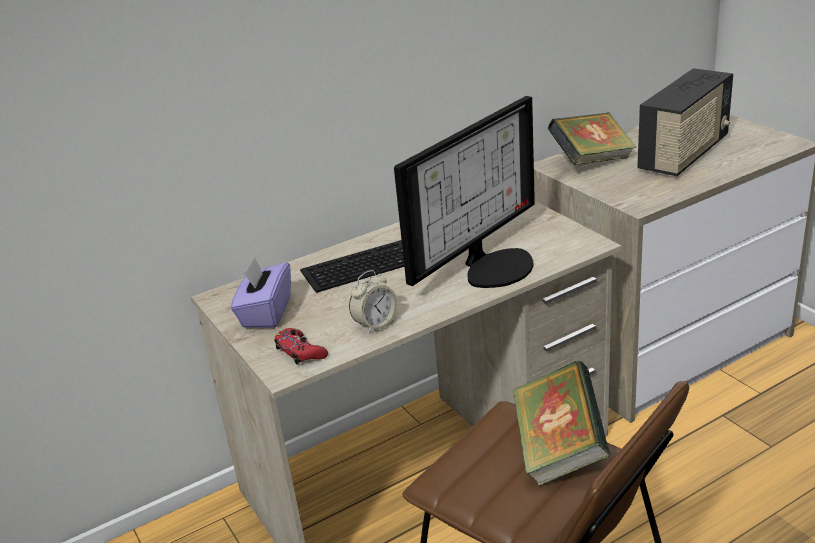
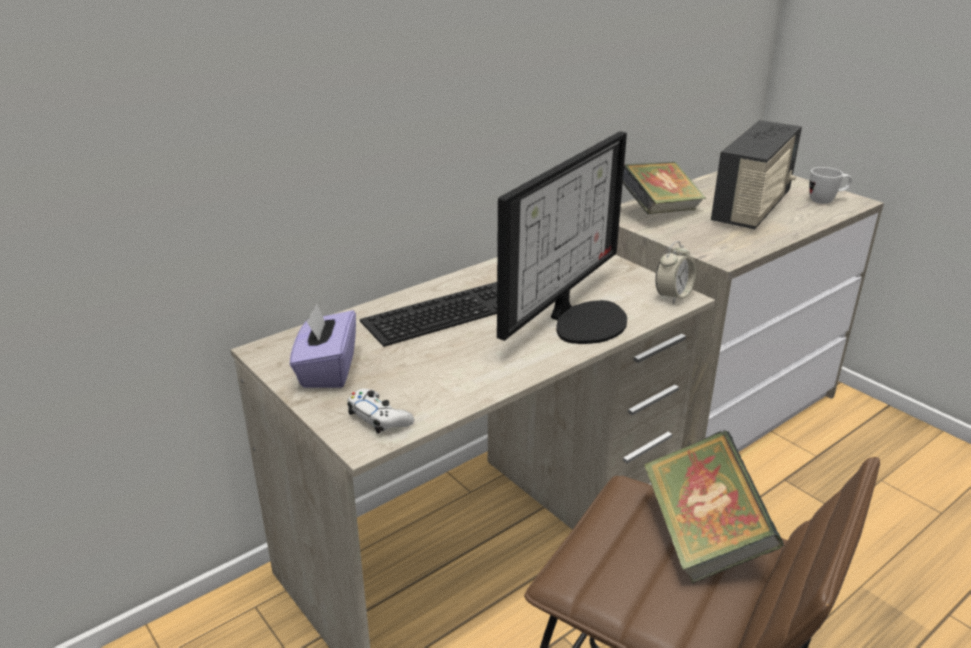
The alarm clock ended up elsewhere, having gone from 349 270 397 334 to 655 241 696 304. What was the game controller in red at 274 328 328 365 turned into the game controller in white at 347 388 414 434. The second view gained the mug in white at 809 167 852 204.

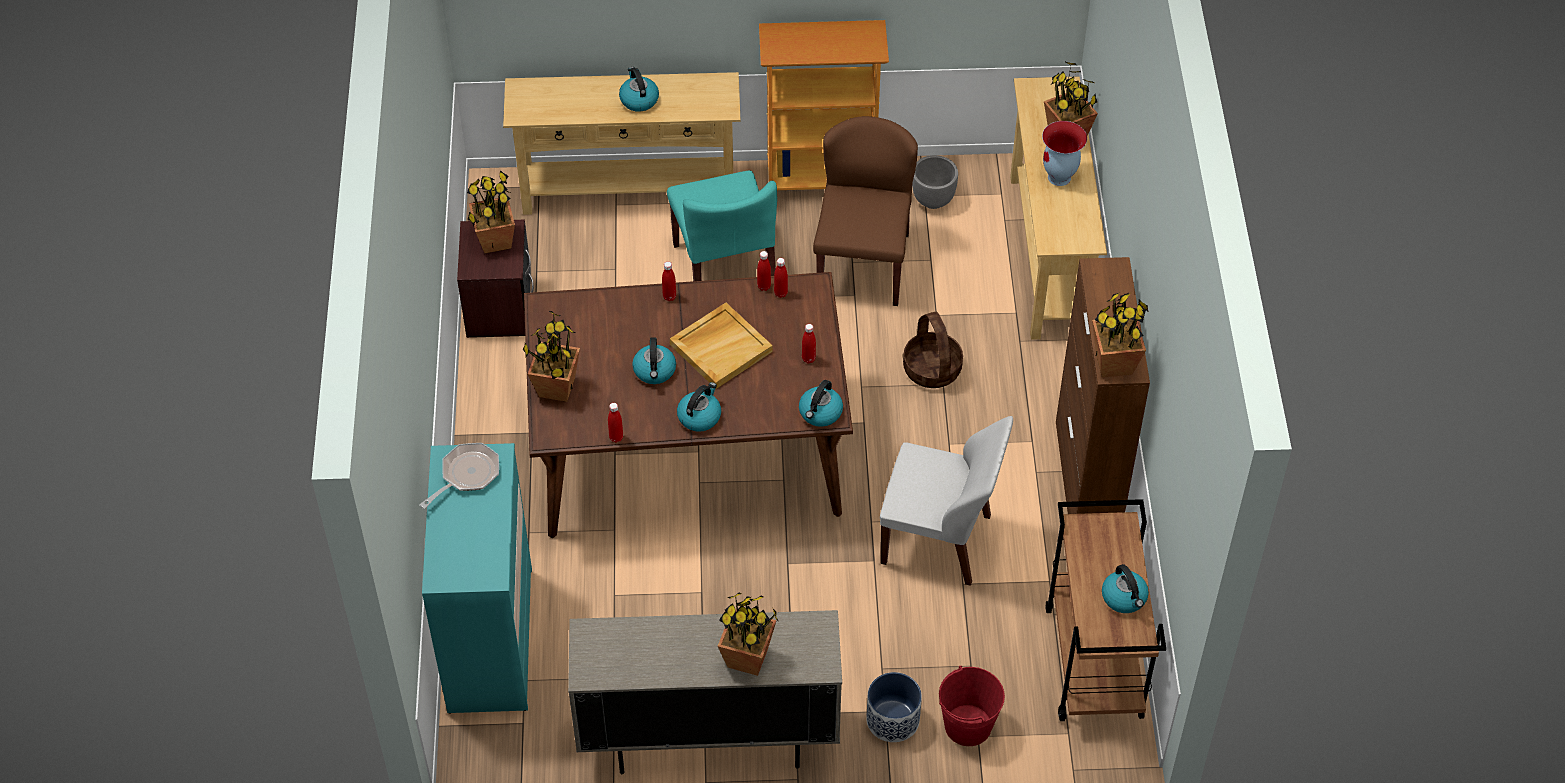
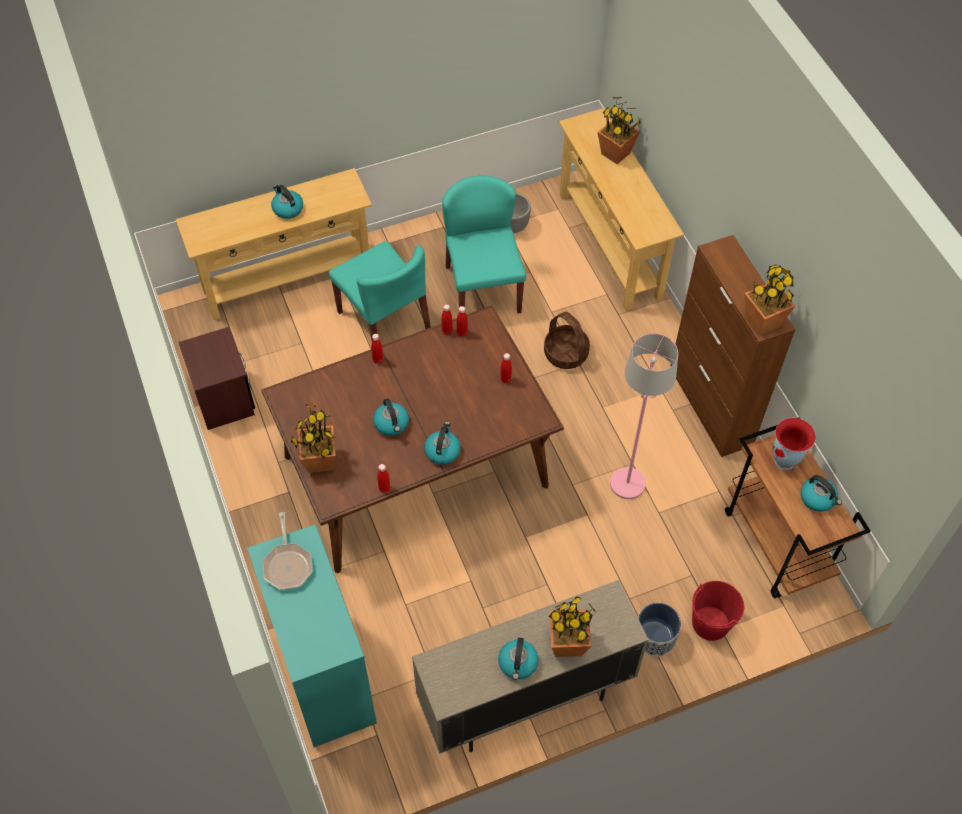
The second view lost the bookcase at 759 20 889 190. What was the chair in brown at 813 116 918 306 turned into the chair in turquoise at 442 176 526 313. The vase ended up elsewhere, having gone from 1042 121 1087 186 to 773 418 816 470. The second view lost the potted plant at 467 170 515 253. The second view lost the tray in beige at 670 303 773 389. The kettle ended up elsewhere, having gone from 799 380 843 427 to 498 637 539 680. Where the chair in white stood at 880 416 1013 586, the floor lamp in pink came to stand at 610 333 678 499. The frying pan at 419 443 499 509 ended up facing another way, 150 degrees clockwise from before.

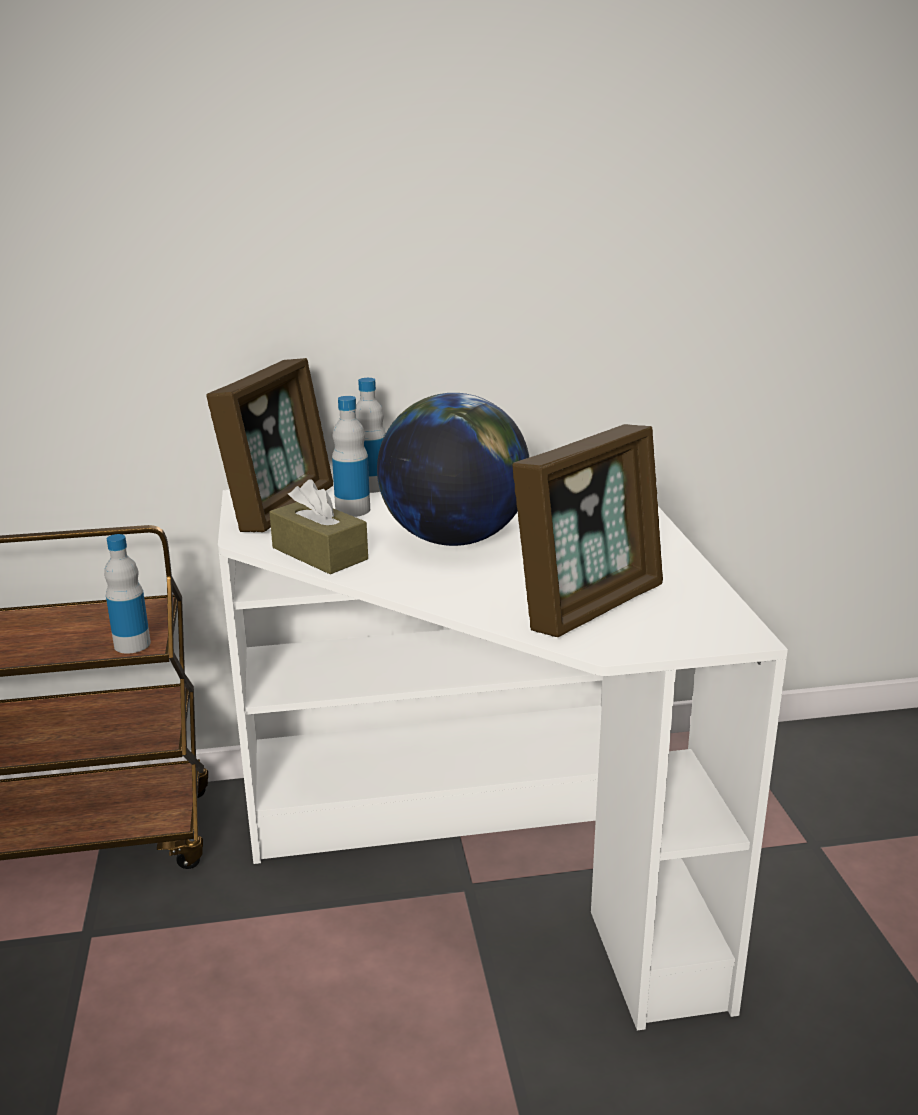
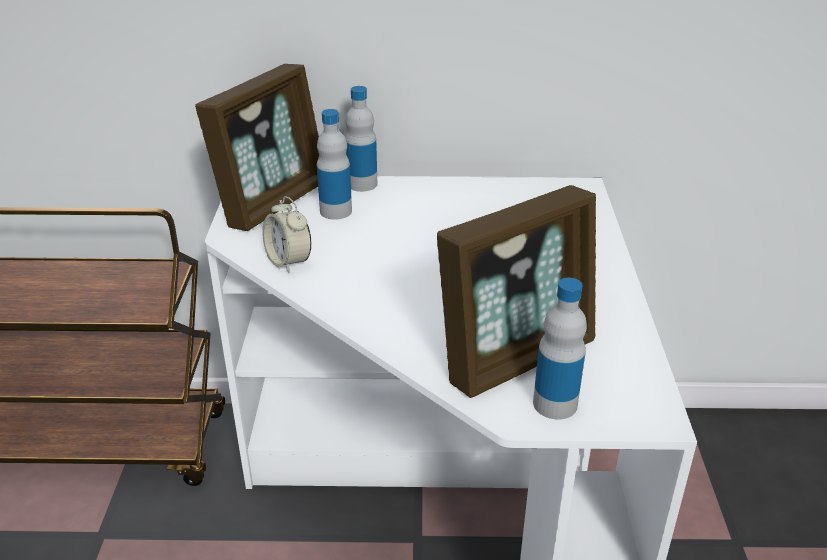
The second view lost the globe at 377 393 529 546. Where the tissue box in brown stood at 269 479 368 574, the alarm clock came to stand at 262 196 311 273. The bottle ended up elsewhere, having gone from 104 534 151 654 to 533 278 587 419.

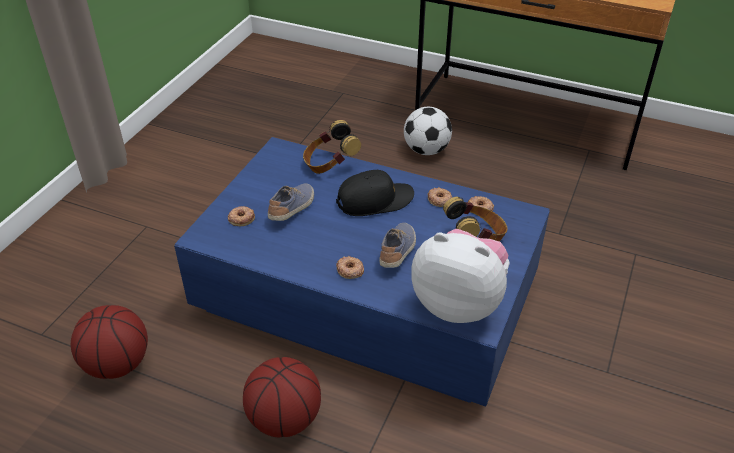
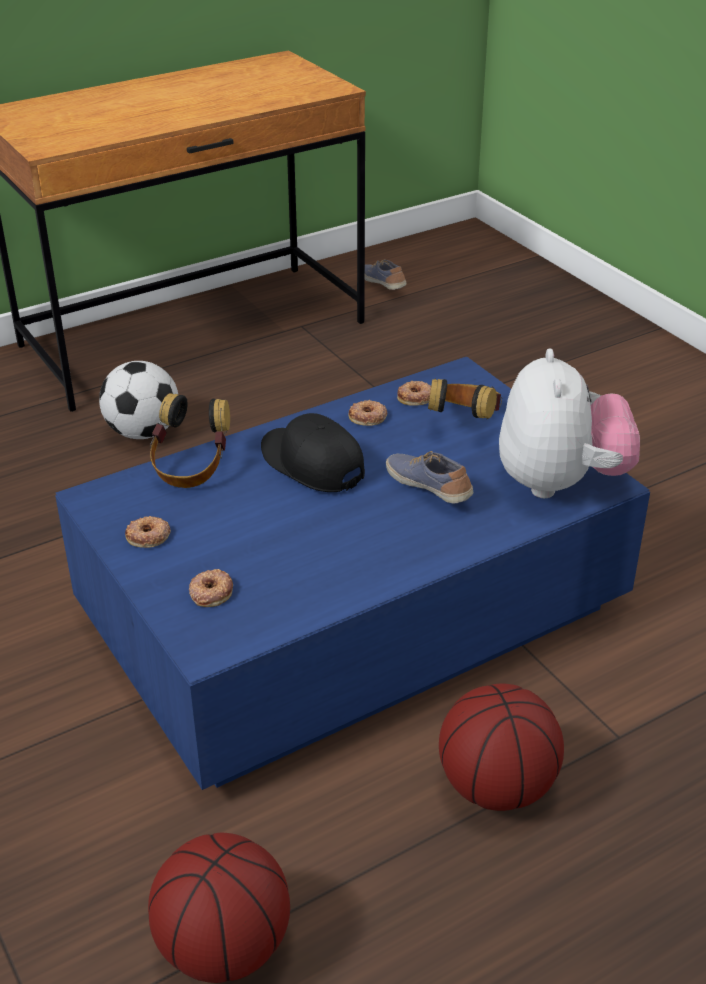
The cap in black at 336 170 414 216 ended up facing another way, 60 degrees counterclockwise from before. The shoe ended up elsewhere, having gone from 268 184 314 221 to 365 259 406 290. The plush toy at 411 229 510 323 ended up facing another way, 120 degrees clockwise from before. The donut ended up elsewhere, having gone from 336 256 364 279 to 125 516 171 548.

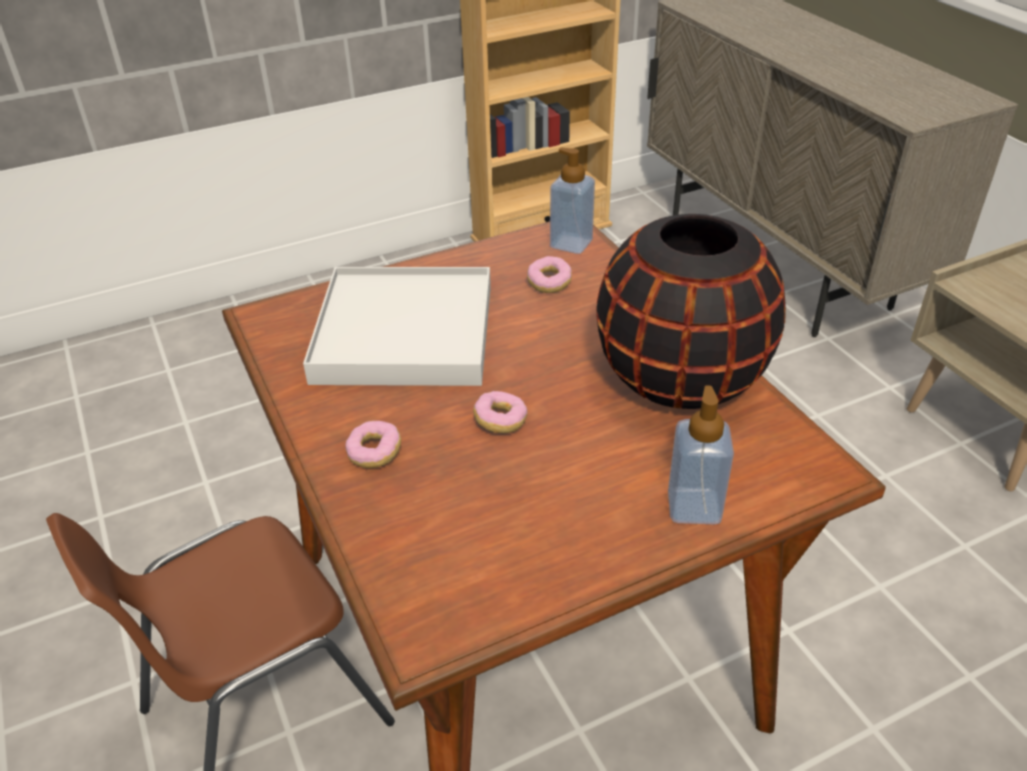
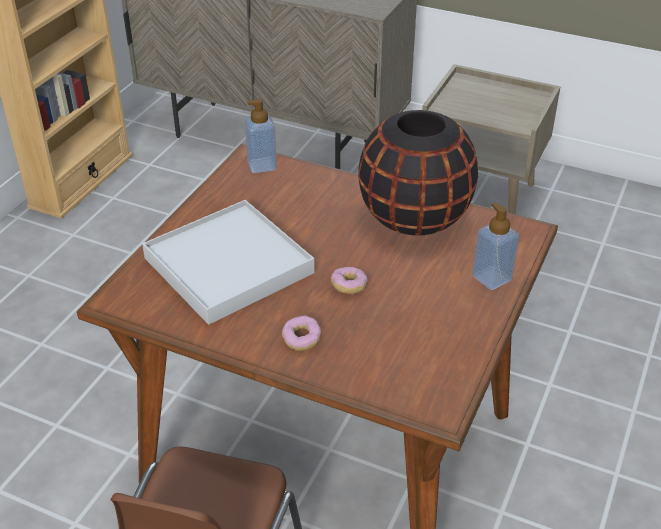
The second view lost the donut at 527 256 572 293.

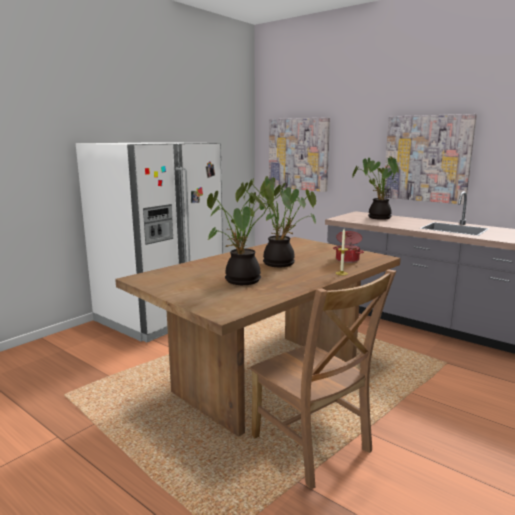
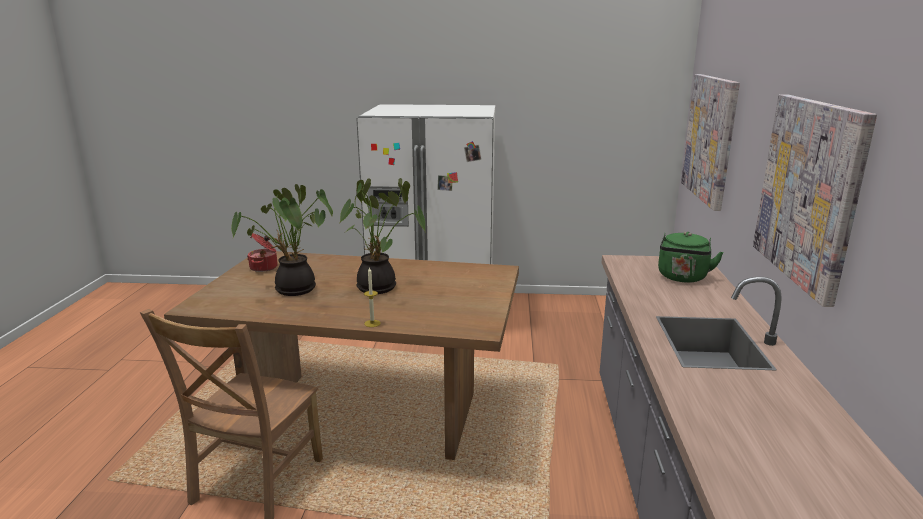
Where the potted plant stood at 352 156 399 220, the kettle in green came to stand at 658 232 724 283. The cooking pot ended up elsewhere, having gone from 333 231 364 263 to 247 233 278 272.

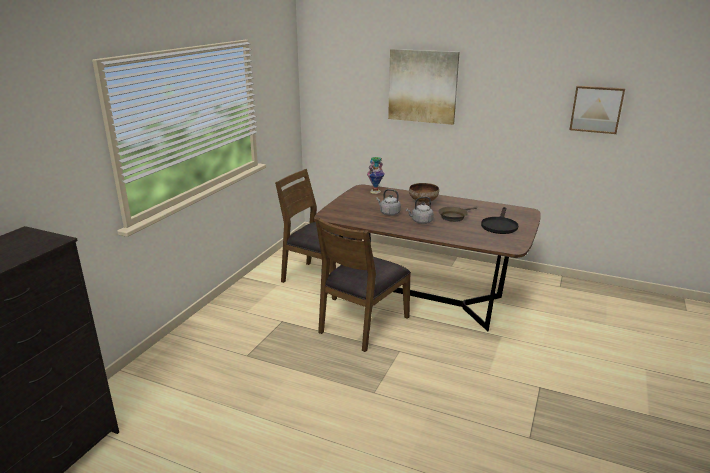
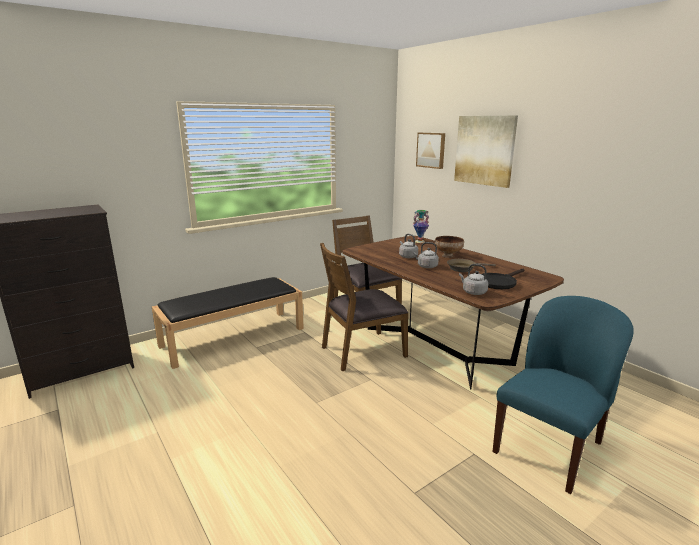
The picture ended up elsewhere, having gone from 569 86 625 134 to 416 133 445 169. The second view gained the kettle in grey at 459 264 488 295. The second view gained the bench in black at 152 277 304 369. The second view gained the chair in blue at 492 296 634 494.

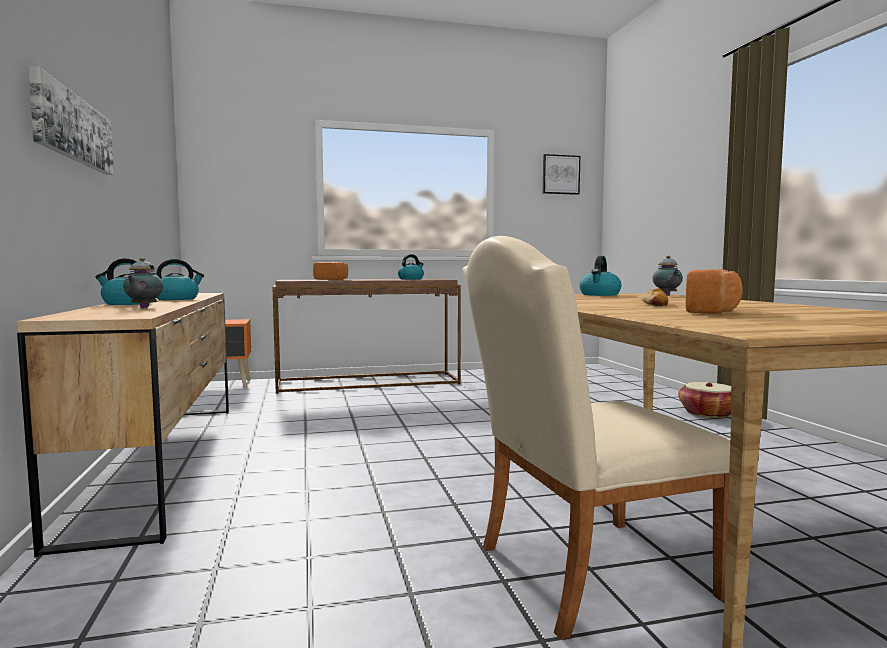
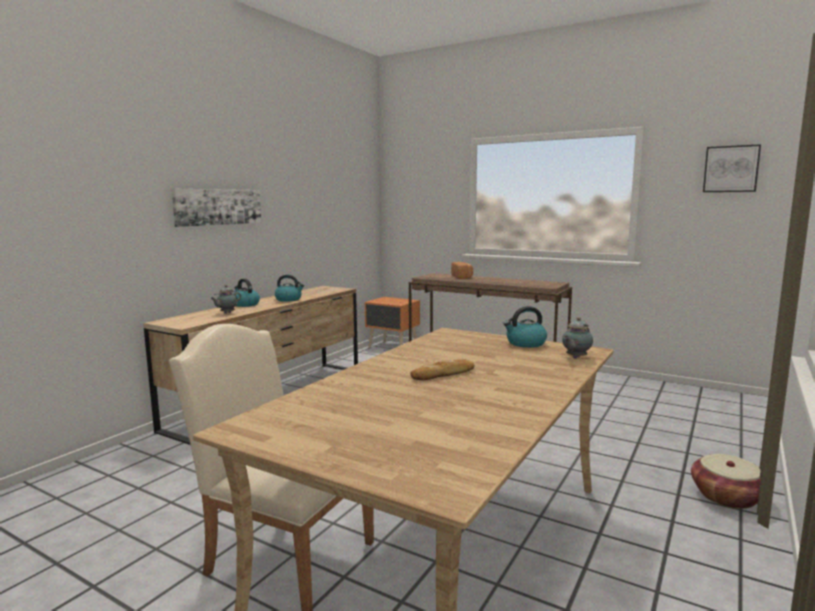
The second view lost the kettle at 398 254 424 280. The second view lost the bread at 685 269 743 314.

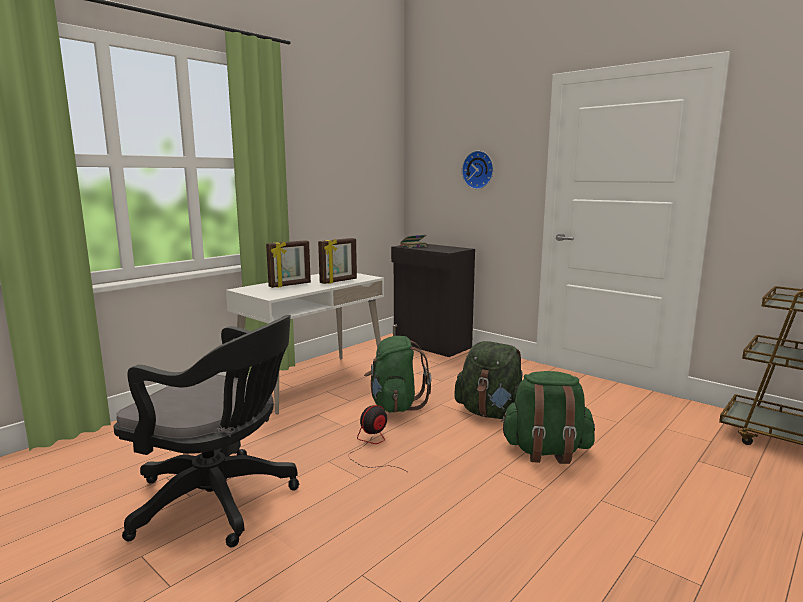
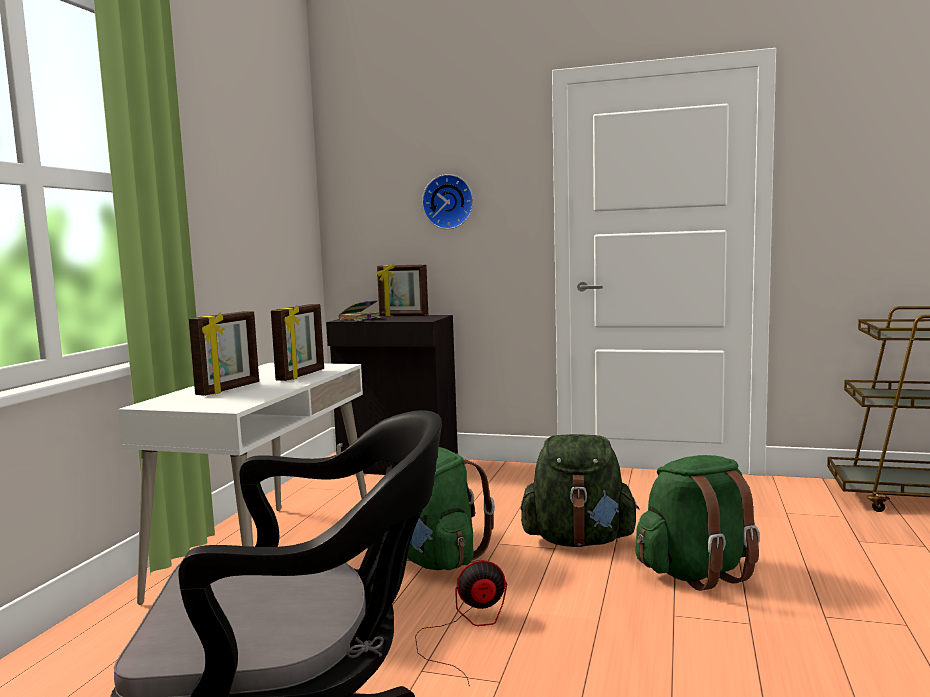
The fan at 348 405 407 472 ended up facing another way, 60 degrees clockwise from before. The second view gained the picture frame at 377 263 428 316.

